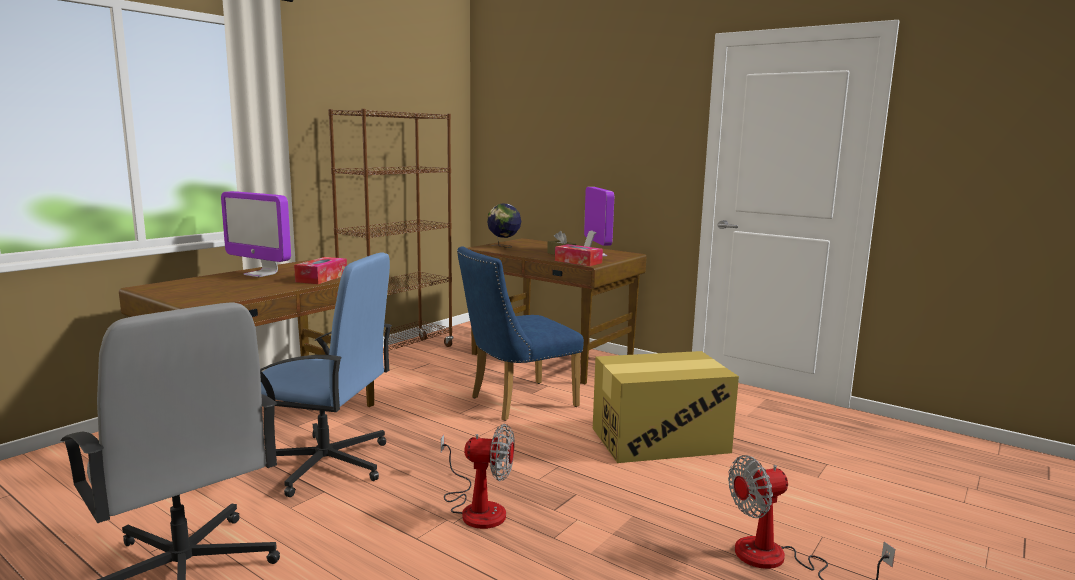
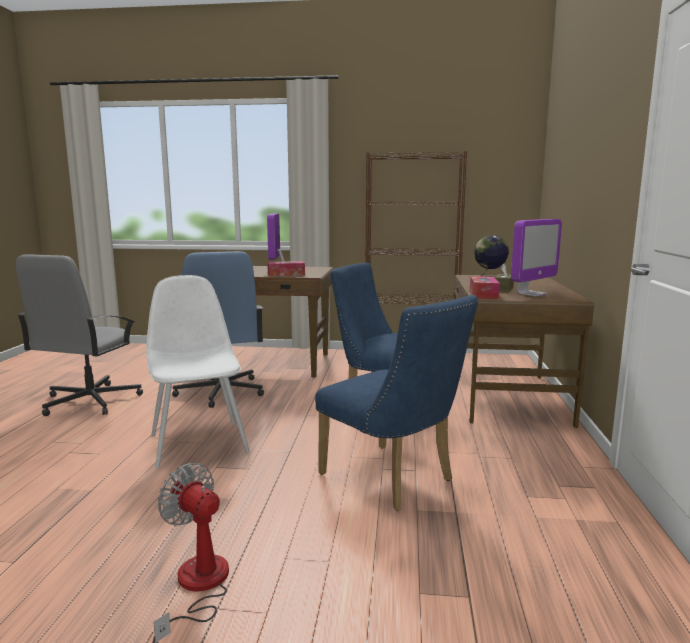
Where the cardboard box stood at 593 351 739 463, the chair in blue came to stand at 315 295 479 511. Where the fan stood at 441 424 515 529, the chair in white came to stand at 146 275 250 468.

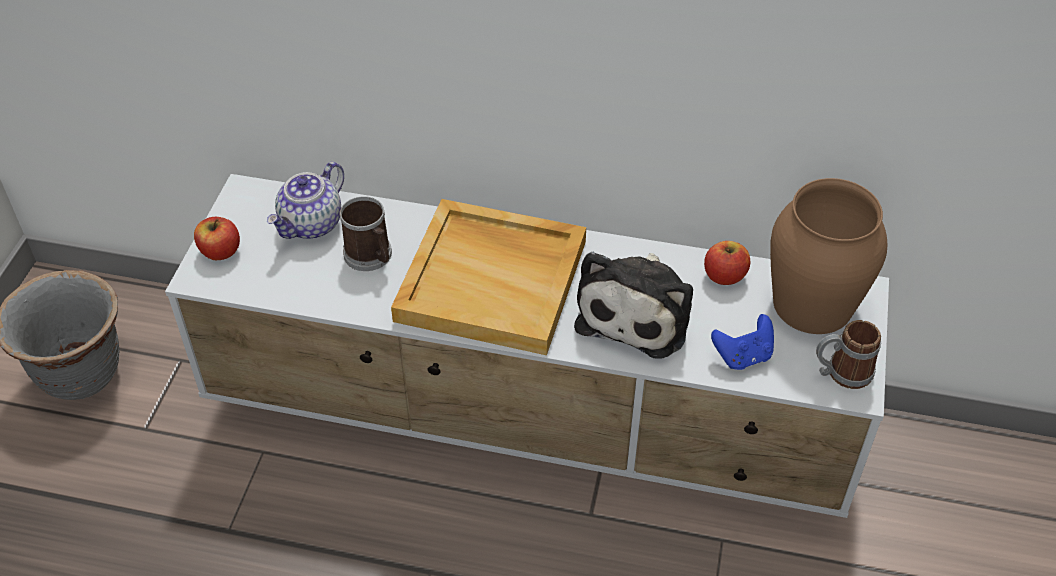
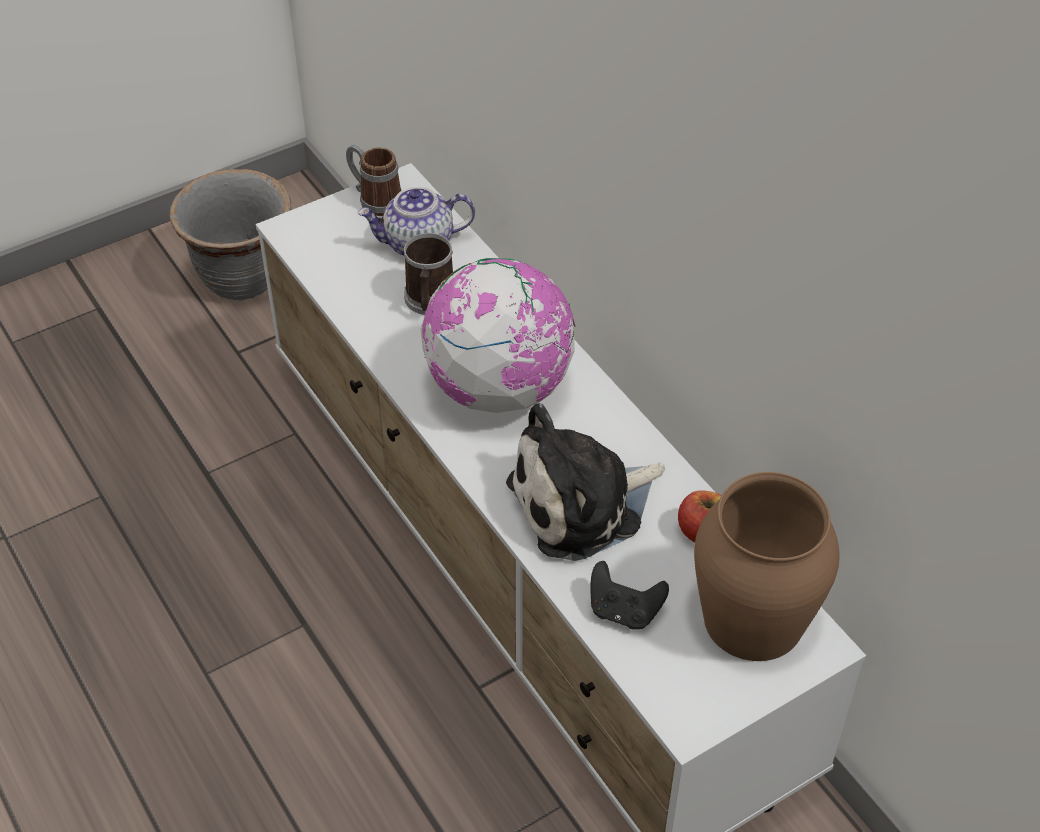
Where the tray in beige stood at 391 199 586 355, the globe came to stand at 421 258 575 413. The second view lost the apple at 194 217 240 260. What was the game controller in blue at 711 314 774 370 turned into the game controller in black at 590 561 669 630. The mug ended up elsewhere, having gone from 816 320 881 389 to 346 144 402 216.

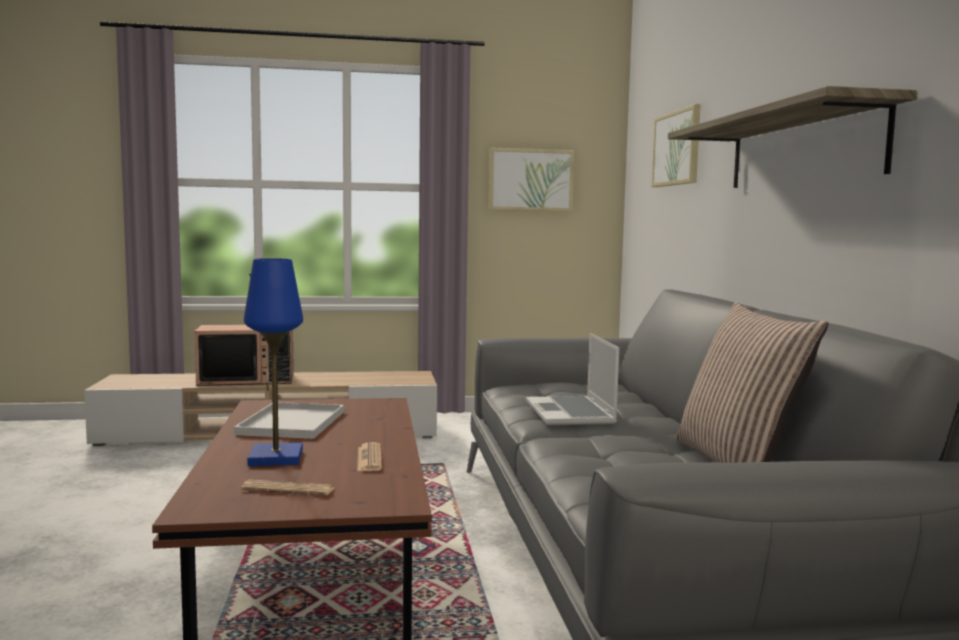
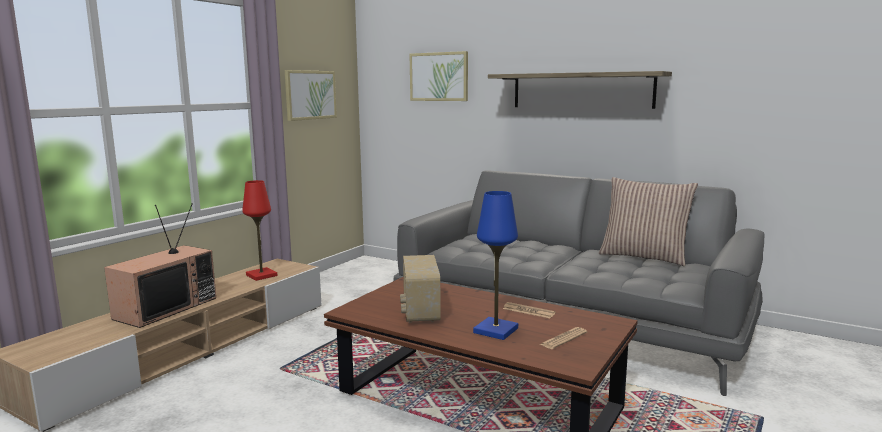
The second view lost the laptop at 526 333 619 425. Where the tray in white stood at 234 402 344 439, the radio came to stand at 400 255 441 323. The second view gained the table lamp in red at 242 180 278 281.

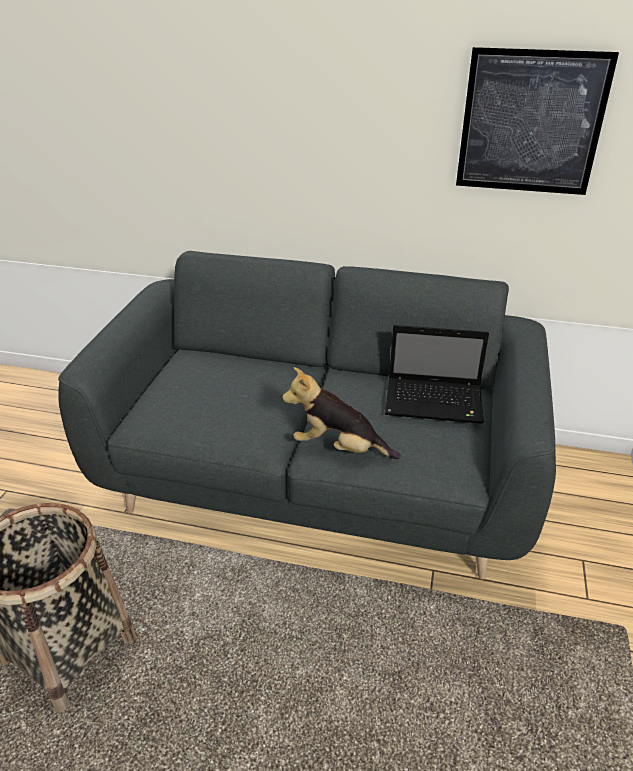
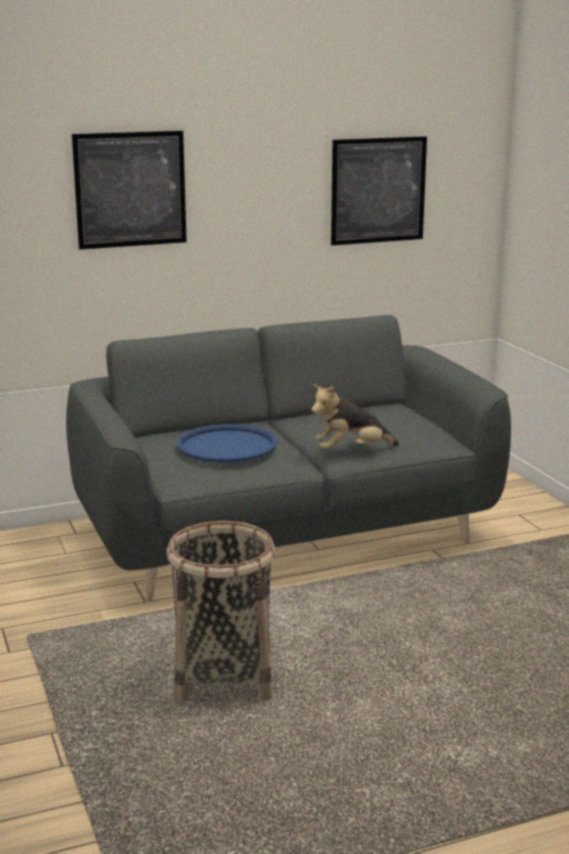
The second view lost the laptop at 385 325 489 424. The second view gained the picture at 72 131 187 250. The second view gained the tray in blue at 176 424 278 463.

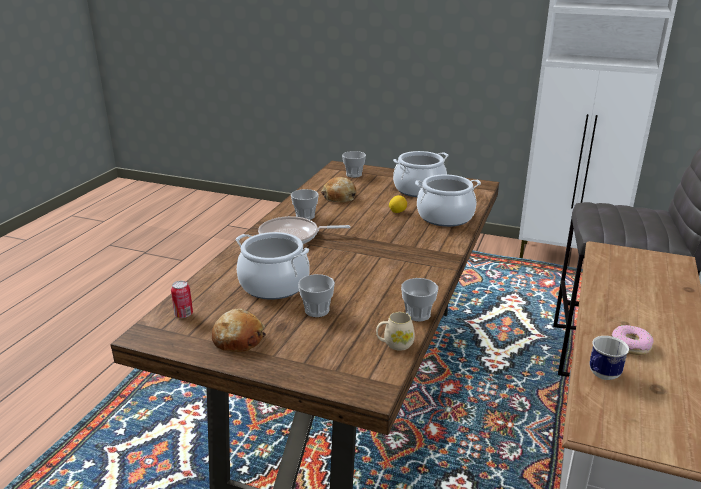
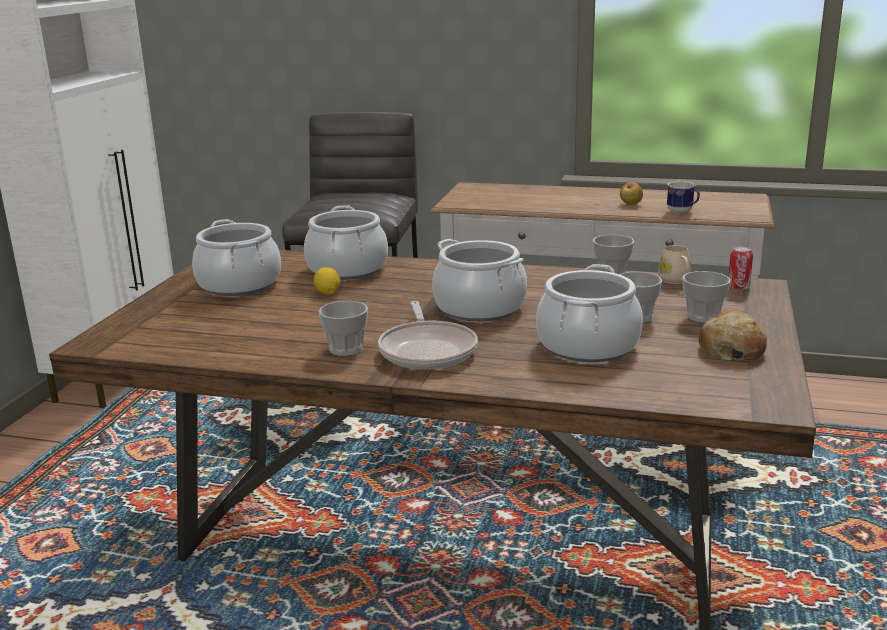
The cup ended up elsewhere, having gone from 342 151 366 178 to 682 271 731 323. The second view lost the bread at 321 177 356 202. The can ended up elsewhere, having gone from 171 281 193 318 to 728 246 753 290. Where the donut stood at 612 325 654 355, the apple came to stand at 620 182 643 205. The second view gained the cooking pot at 432 239 527 321.

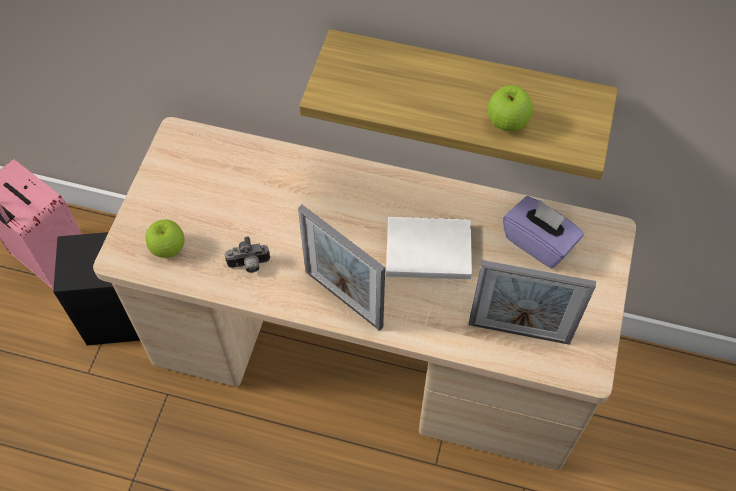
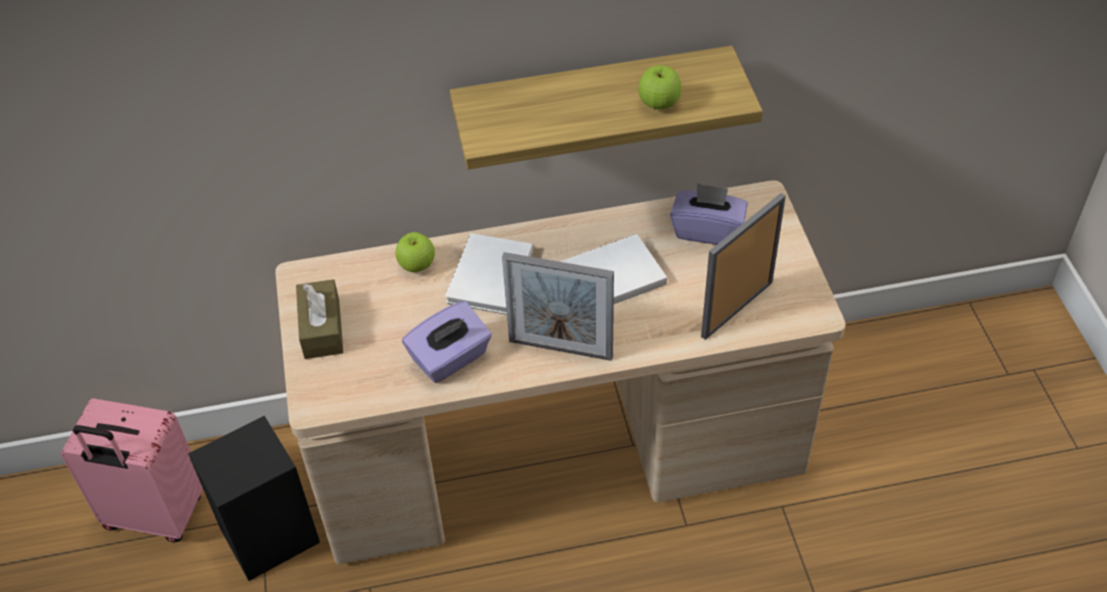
The apple ended up elsewhere, having gone from 146 219 185 258 to 396 232 435 272. Where the photo camera stood at 225 237 270 273, the tissue box in purple came to stand at 402 301 492 383. The picture frame at 469 260 596 345 ended up facing another way, 150 degrees clockwise from before. The second view gained the book in white at 445 233 533 315. The second view gained the tissue box in brown at 296 279 344 359.

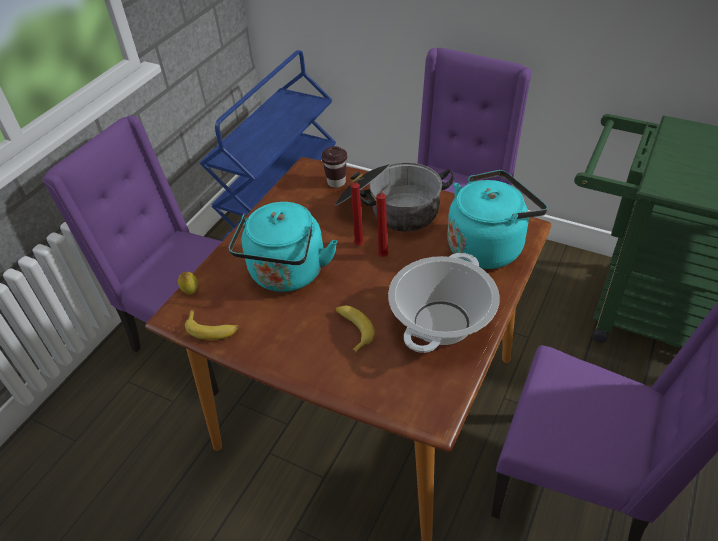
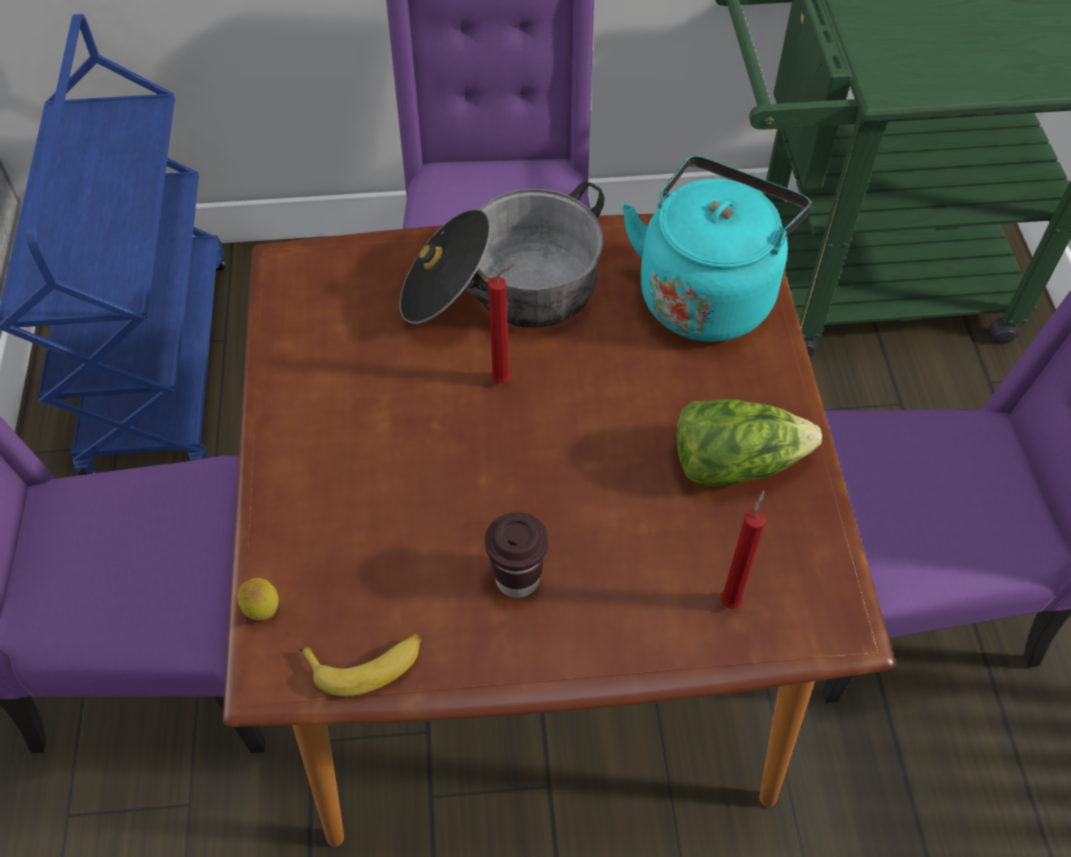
The cup in brown ended up elsewhere, having gone from 321 146 347 188 to 485 512 548 598. The candle in red ended up elsewhere, having gone from 376 184 389 257 to 720 490 766 609. The second view lost the kettle in turquoise at 228 202 337 292. Where the cooking pot stood at 388 253 500 353, the lettuce came to stand at 676 399 822 487. The second view lost the banana at 336 306 375 354.

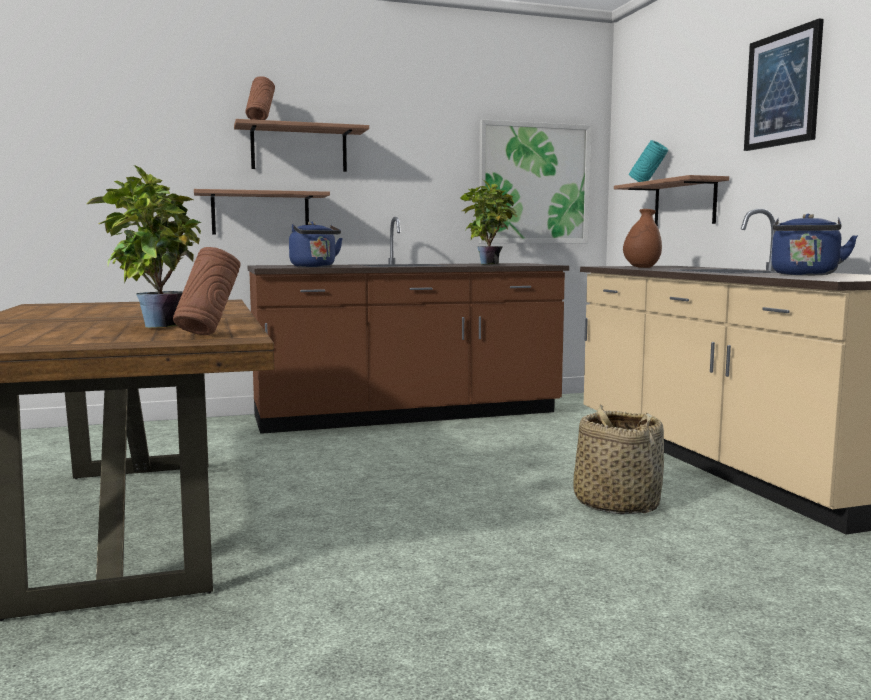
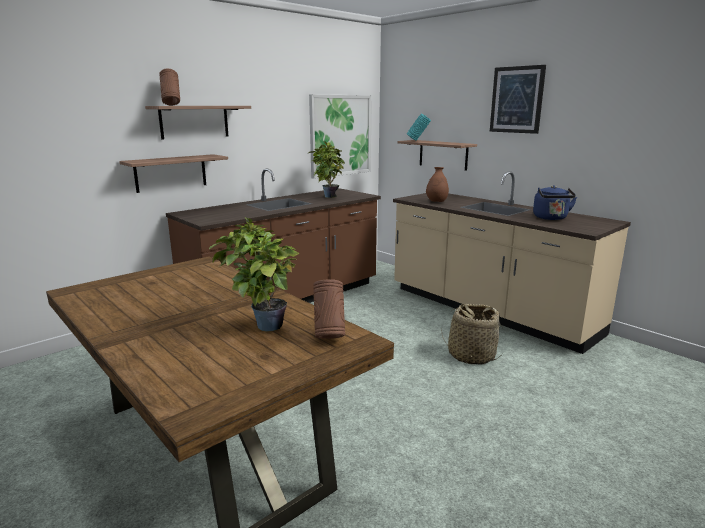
The second view lost the kettle in blue at 289 222 343 267.

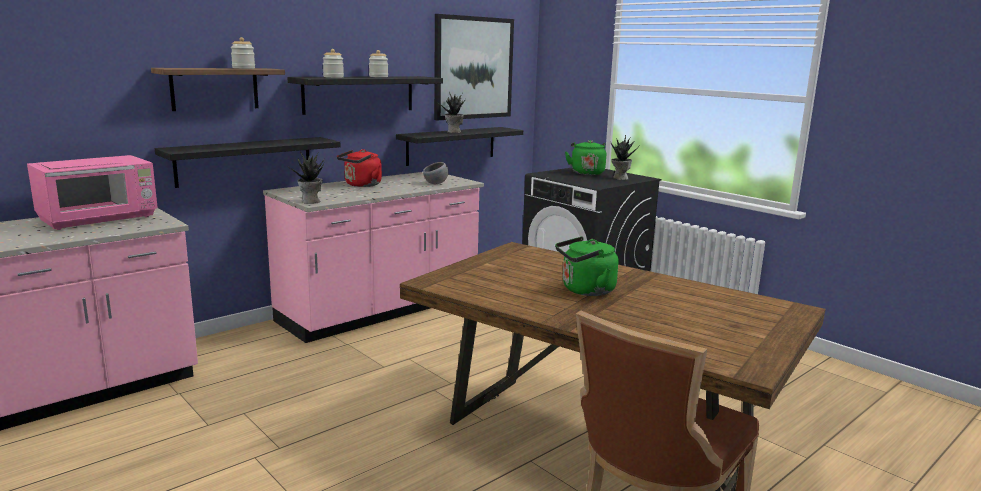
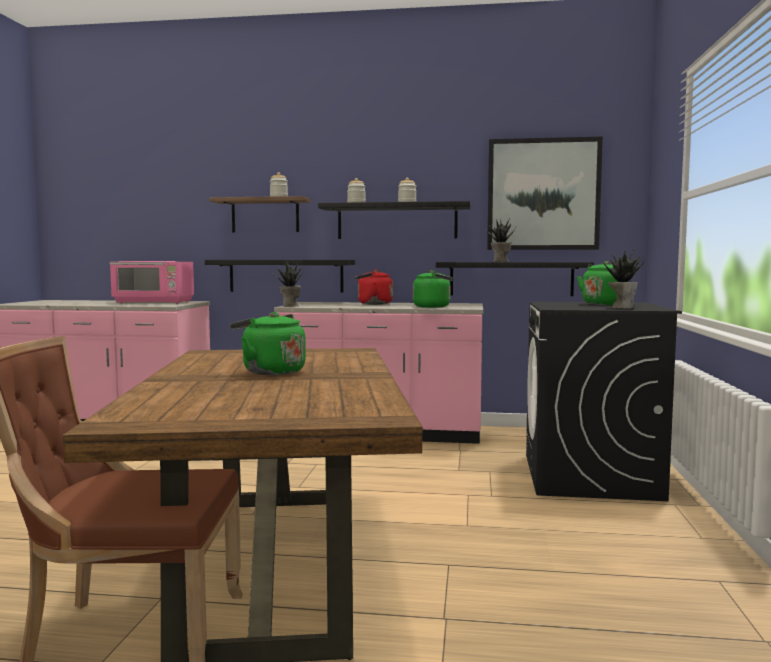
Where the bowl in grey stood at 423 162 448 184, the kettle in green came to stand at 413 270 454 308.

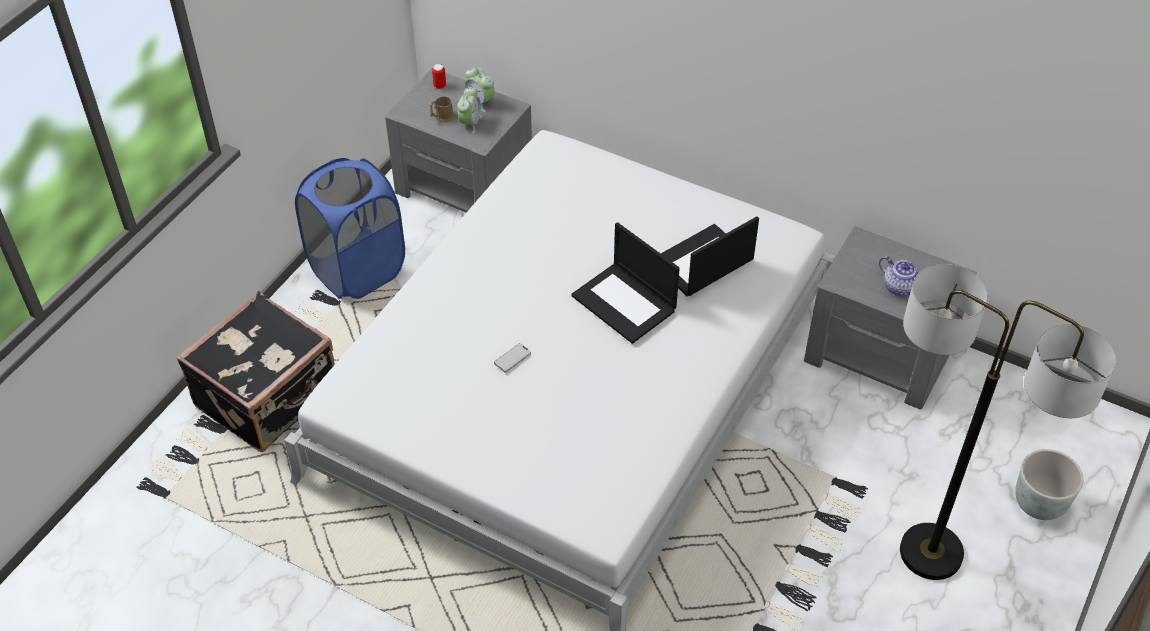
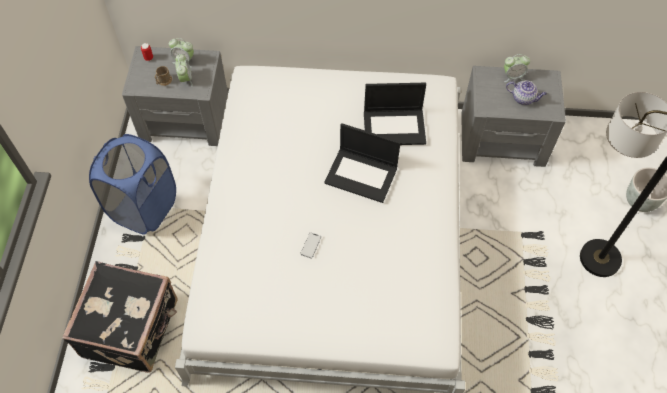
The laptop at 661 216 759 296 ended up facing another way, 120 degrees counterclockwise from before. The second view gained the alarm clock at 504 54 530 82.

